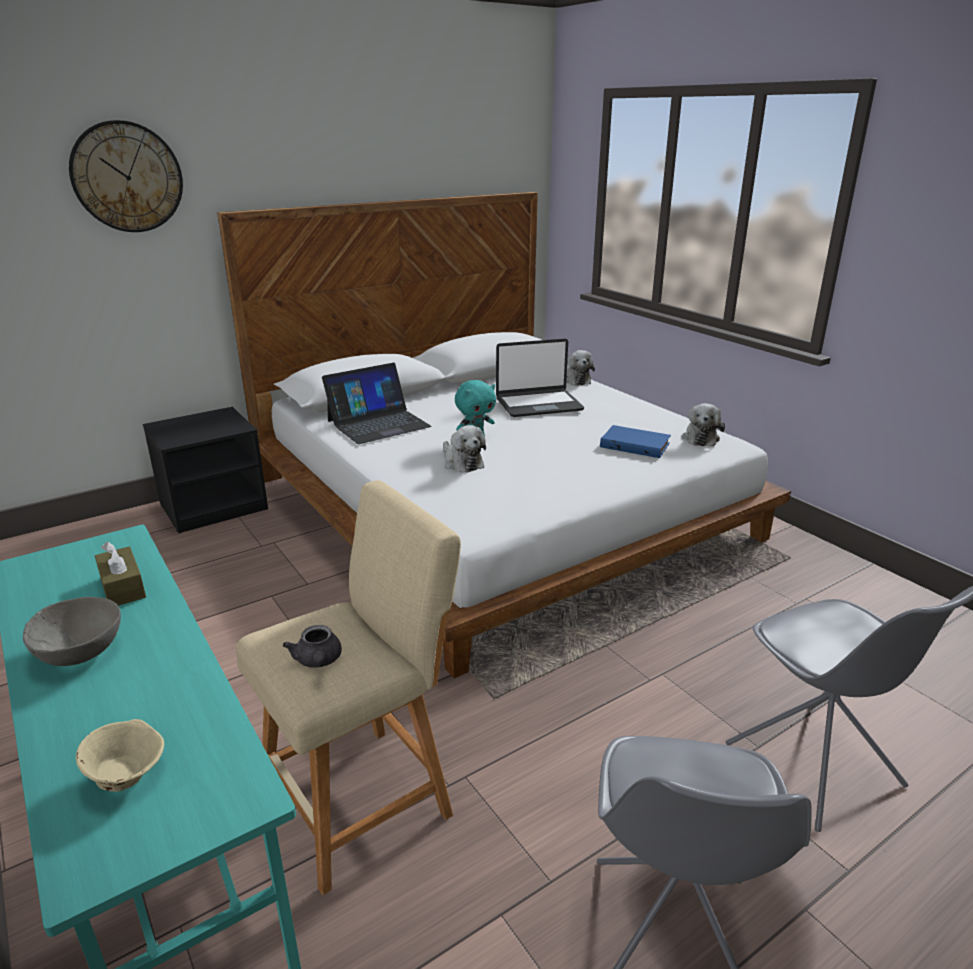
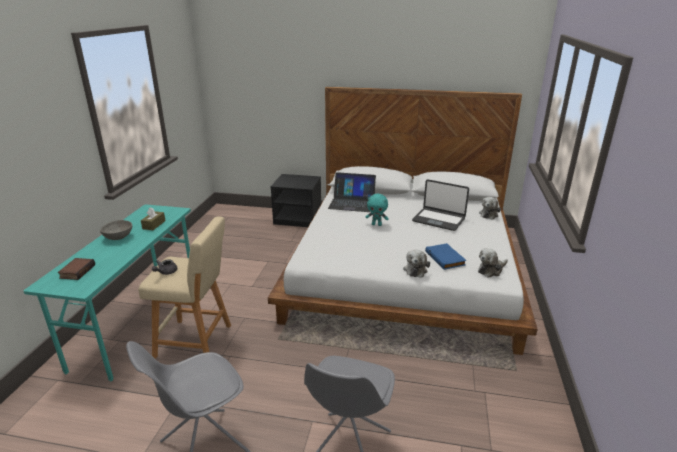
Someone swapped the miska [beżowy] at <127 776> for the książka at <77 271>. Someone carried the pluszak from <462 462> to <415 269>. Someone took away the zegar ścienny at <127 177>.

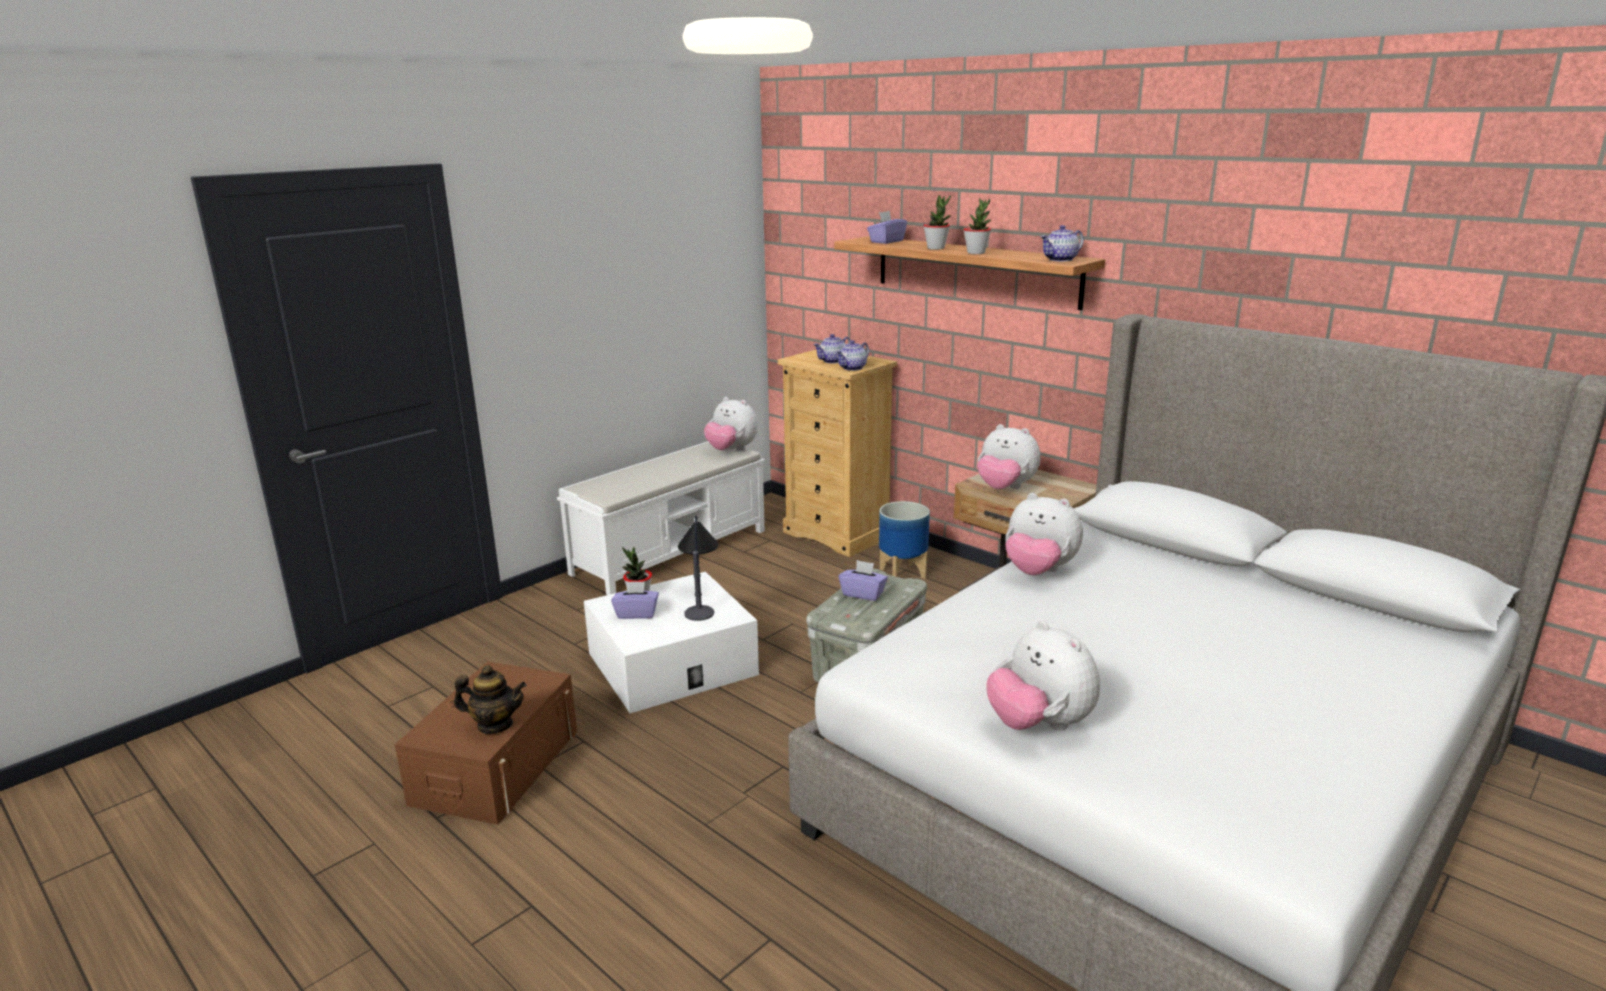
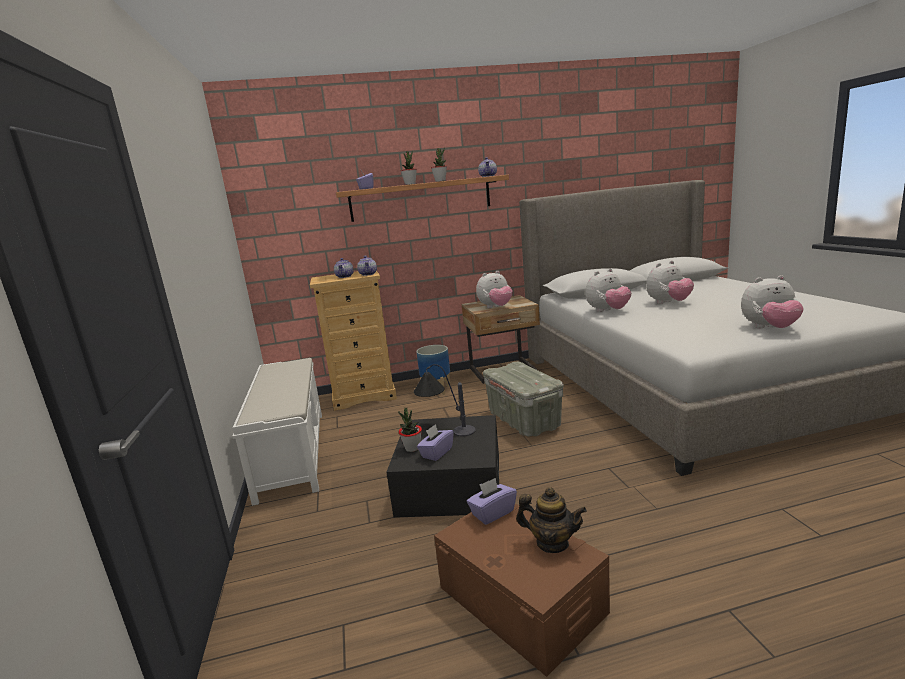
Someone repainted the pojemnik do przechowywania [biały] at <672 663>, which became the pojemnik do przechowywania [czarny] at <450 483>. Someone carried the pudełko chusteczek [fioletowy] from <863 594> to <492 513>. Someone rotated the imbryk at <495 725> by 75 degrees clockwise. Someone carried the pluszak from <731 450> to <668 303>.

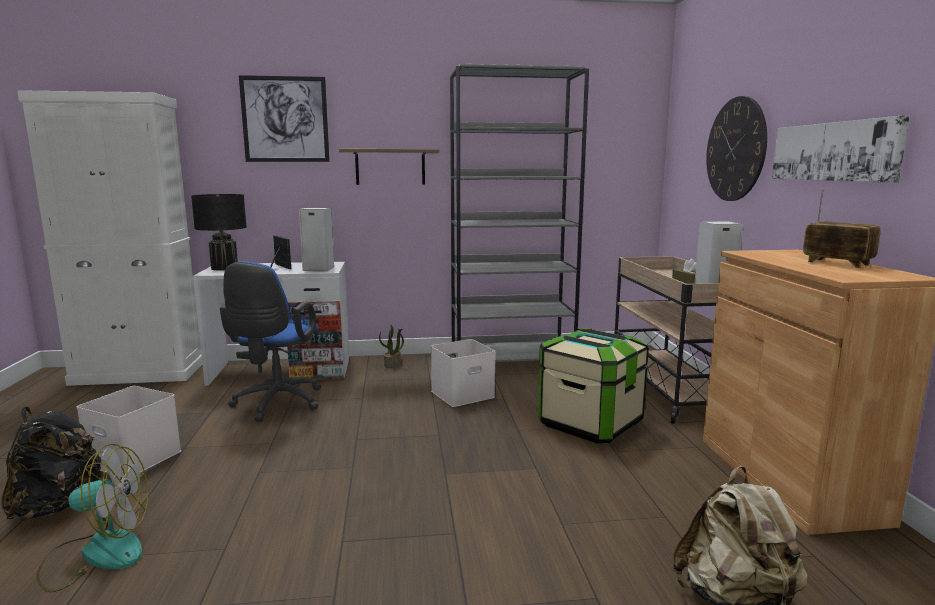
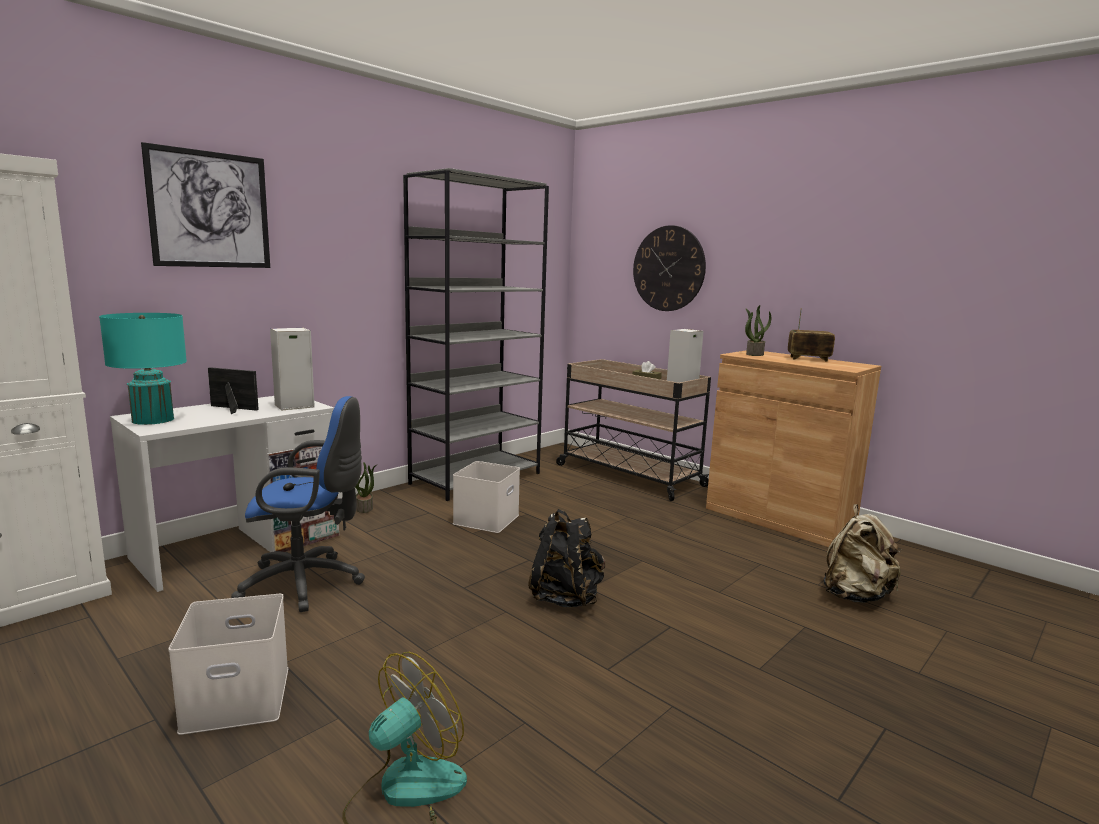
Someone repainted the lampa stołowa [czarny] at <224 268>, which became the lampa stołowa [turkusowy] at <153 420>. Someone rotated the krzesło biurowe [niebieski] at <276 404> by 60 degrees counterclockwise. Someone carried the plecak [czarny] from <57 506> to <565 597>. Someone put down the roślina doniczkowa at <754 354>. Someone took away the półka at <390 167>. Someone took away the pojemnik do przechowywania at <590 423>. Someone took away the obraz at <834 151>.

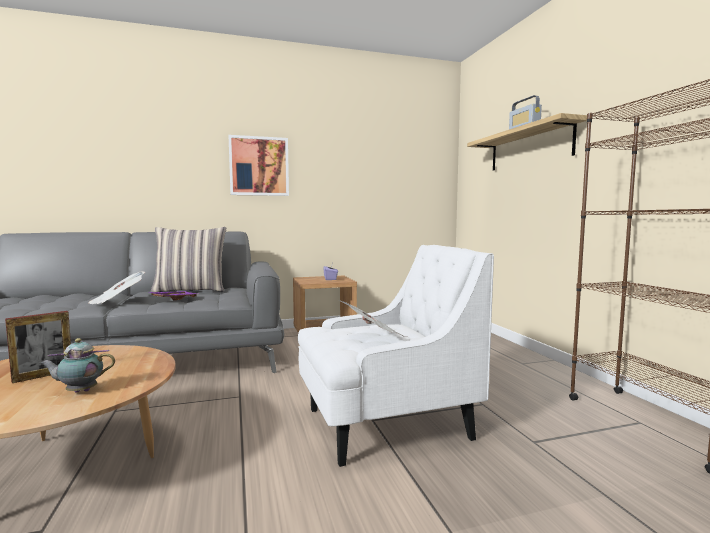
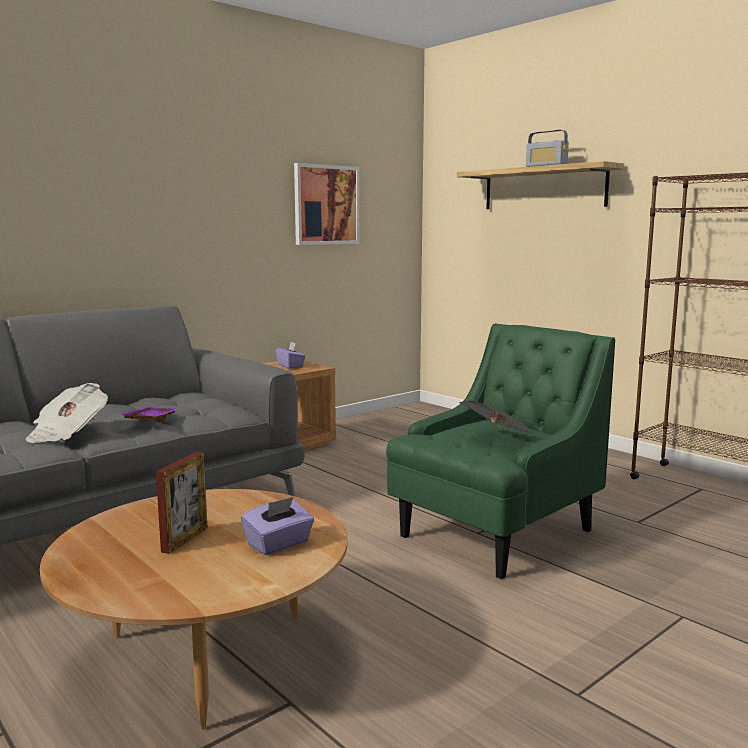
Someone swapped the imbryk at <79 391> for the pudełko chusteczek [fioletowy] at <279 544>. Someone carried the obraz from <259 166> to <326 205>. Someone repainted the fotel [biały] at <385 424>, which became the fotel [zielony] at <495 534>. Someone took away the poduszka at <191 290>.

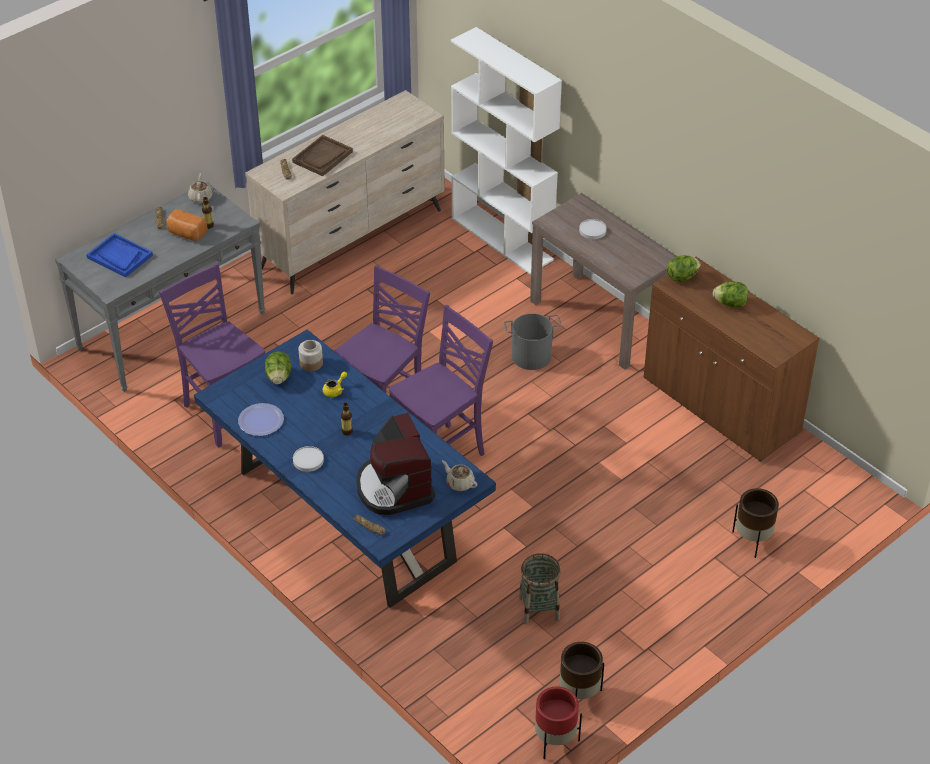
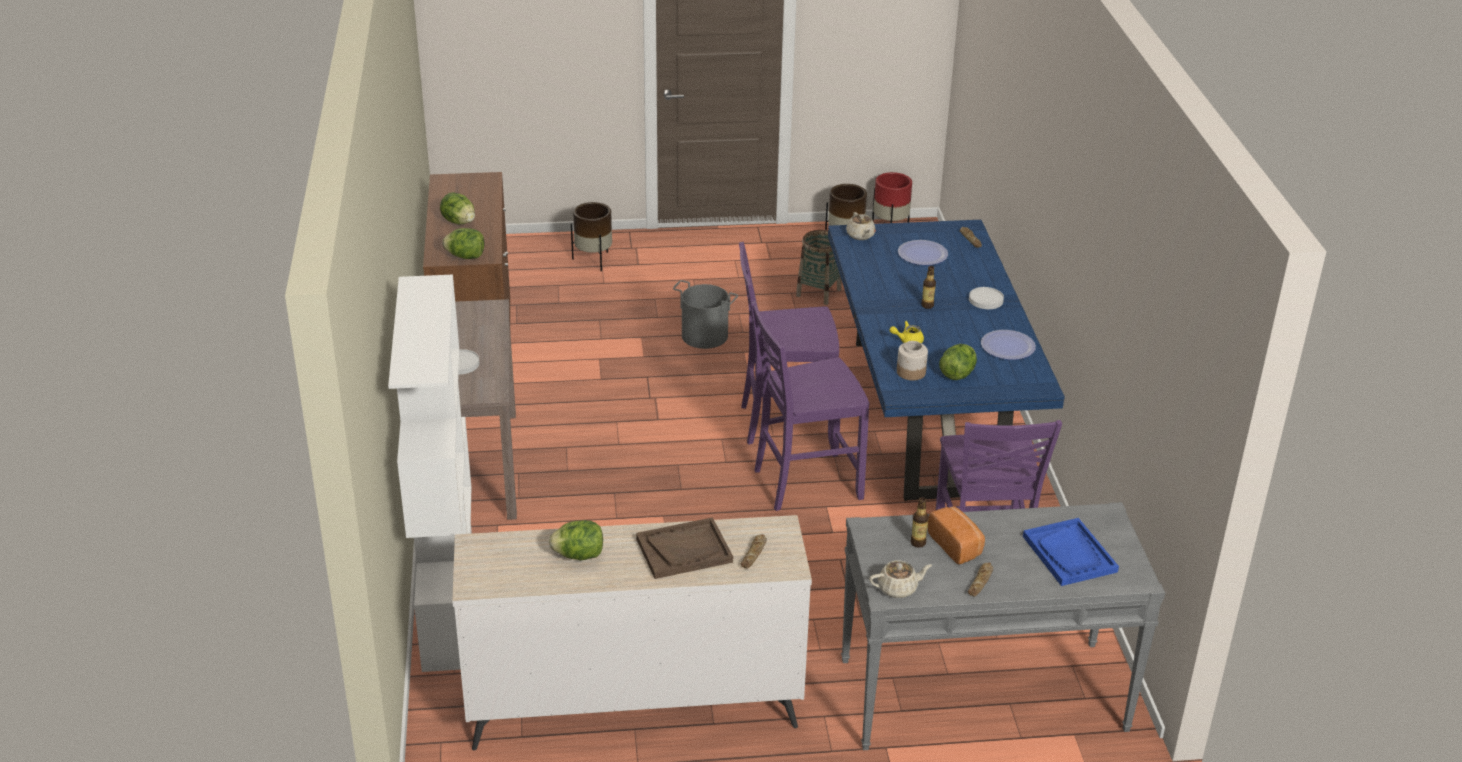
Someone put down the sałata at <579 555>. Someone carried the wiadro [szary] from <531 355> to <704 336>. Someone rotated the imbryk [beżowy] at <200 197> by 135 degrees counterclockwise. Someone swapped the ekspres do kawy at <394 487> for the talerz at <922 254>.

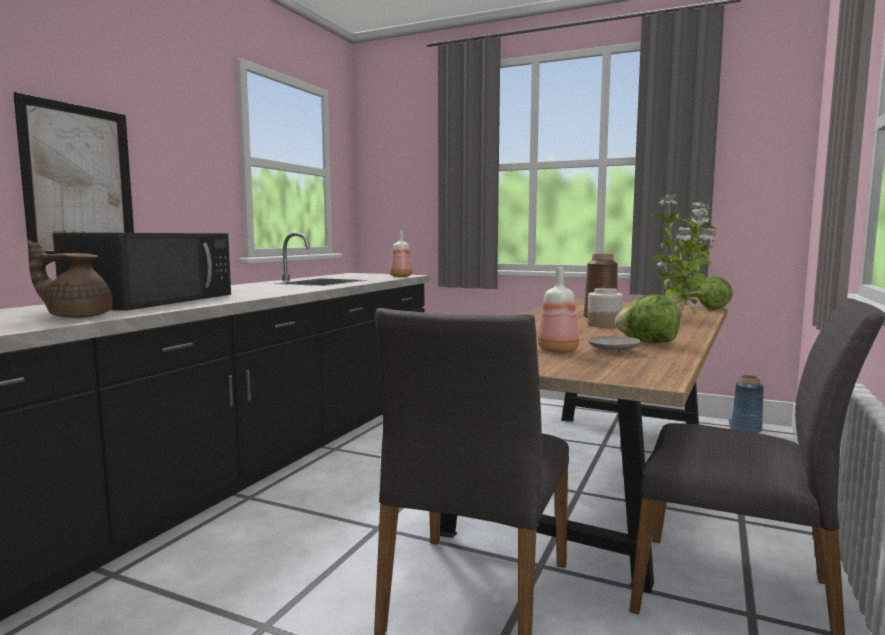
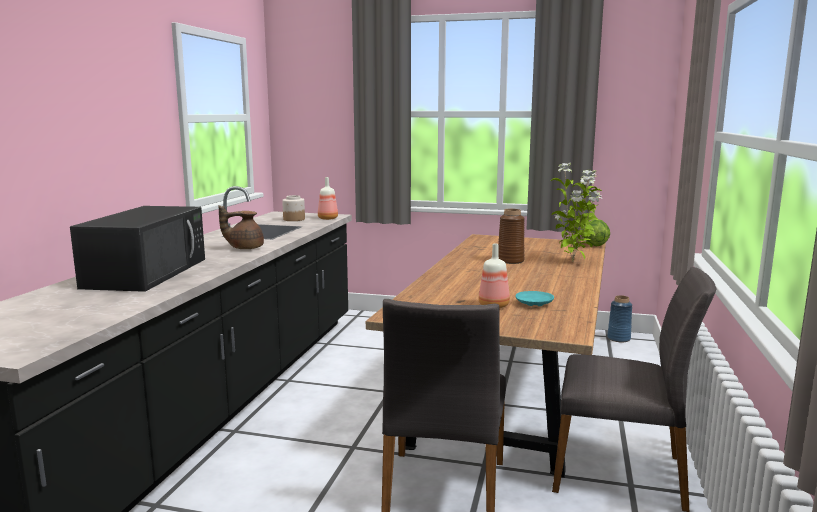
Someone carried the imbryk [brązowy] from <78 316> to <245 248>. Someone carried the słoik from <604 325> to <293 219>. Someone repainted the talerz [beżowy] at <613 350>, which became the talerz [turkusowy] at <533 304>. Someone took away the obraz at <79 182>. Someone took away the sałata at <647 342>.

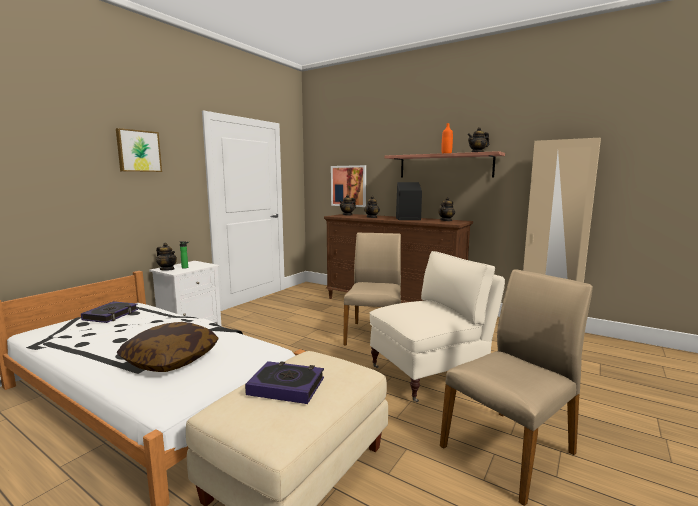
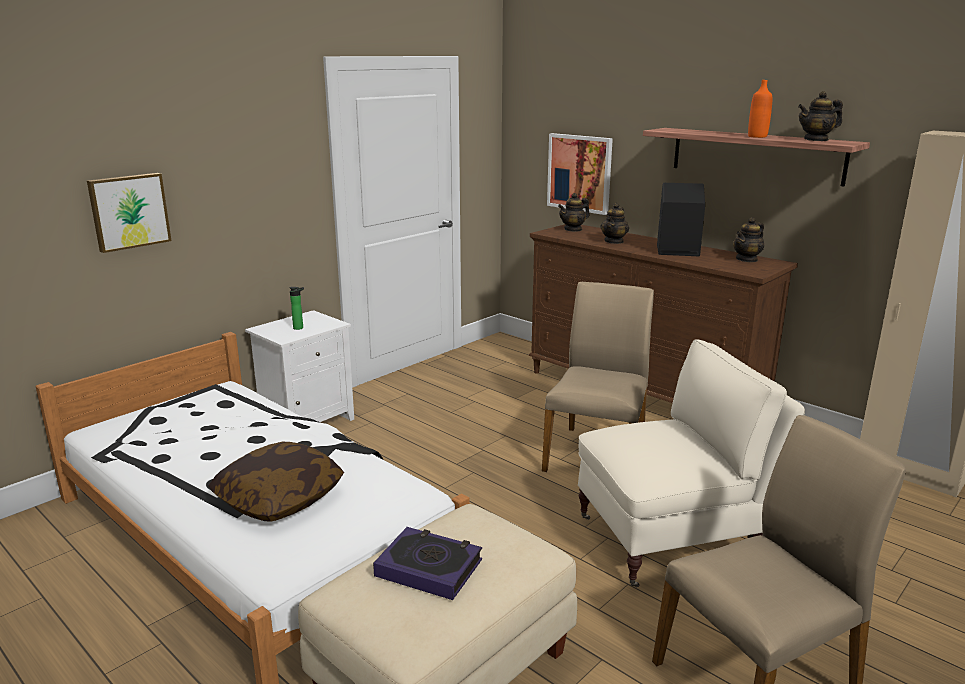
Someone carried the obraz from <138 151> to <129 211>. Someone took away the książka at <111 315>. Someone took away the imbryk at <167 269>.

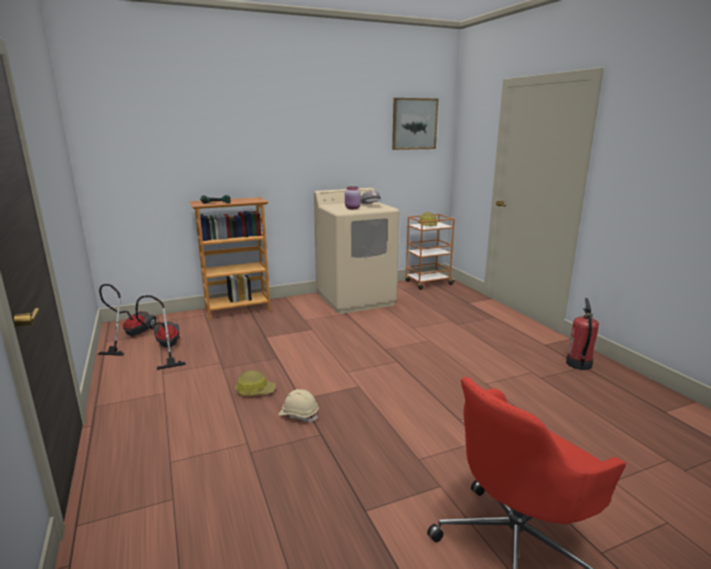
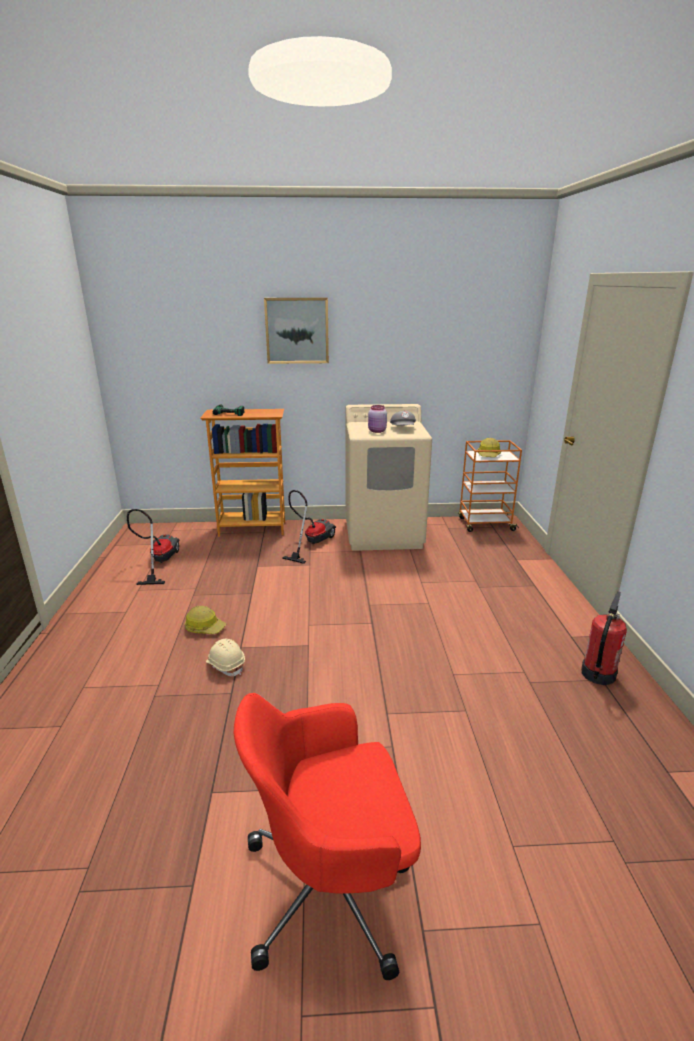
Someone carried the obraz from <414 124> to <297 331>. Someone carried the odkurzacz from <131 336> to <311 543>.

